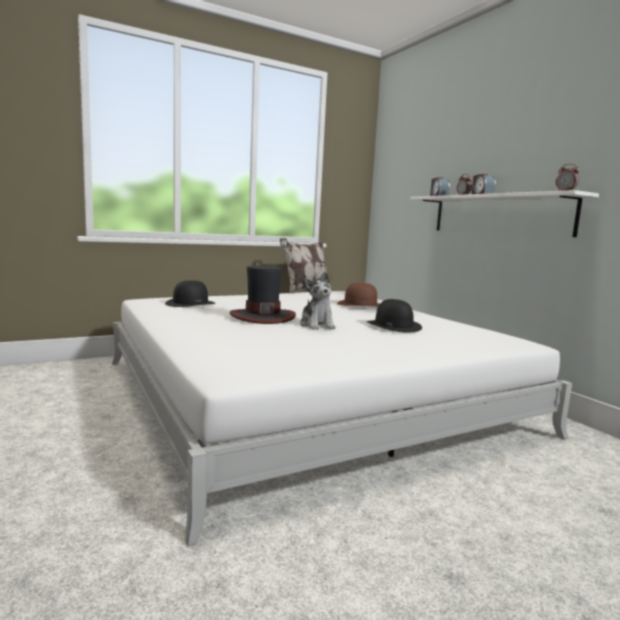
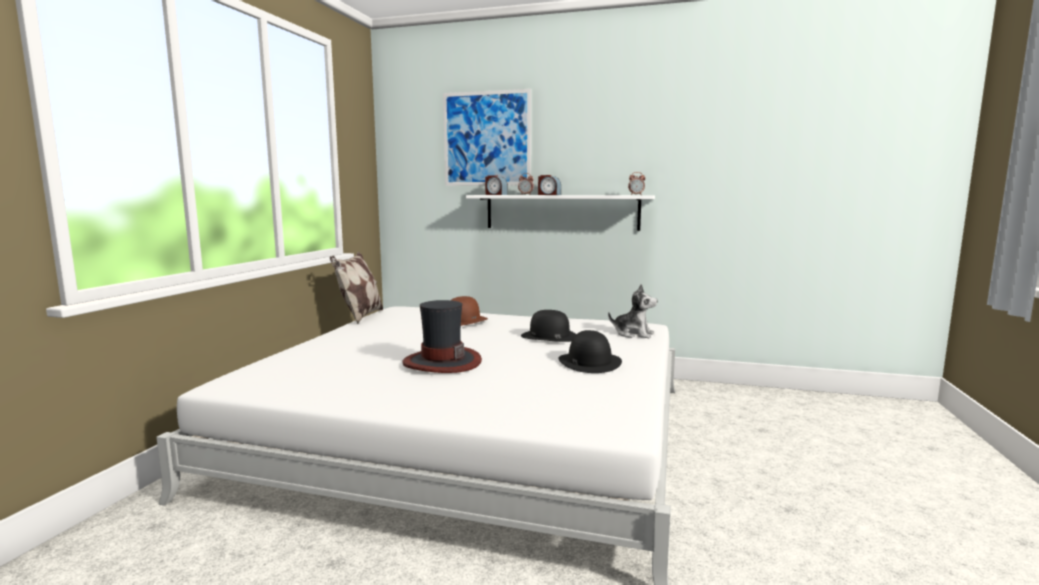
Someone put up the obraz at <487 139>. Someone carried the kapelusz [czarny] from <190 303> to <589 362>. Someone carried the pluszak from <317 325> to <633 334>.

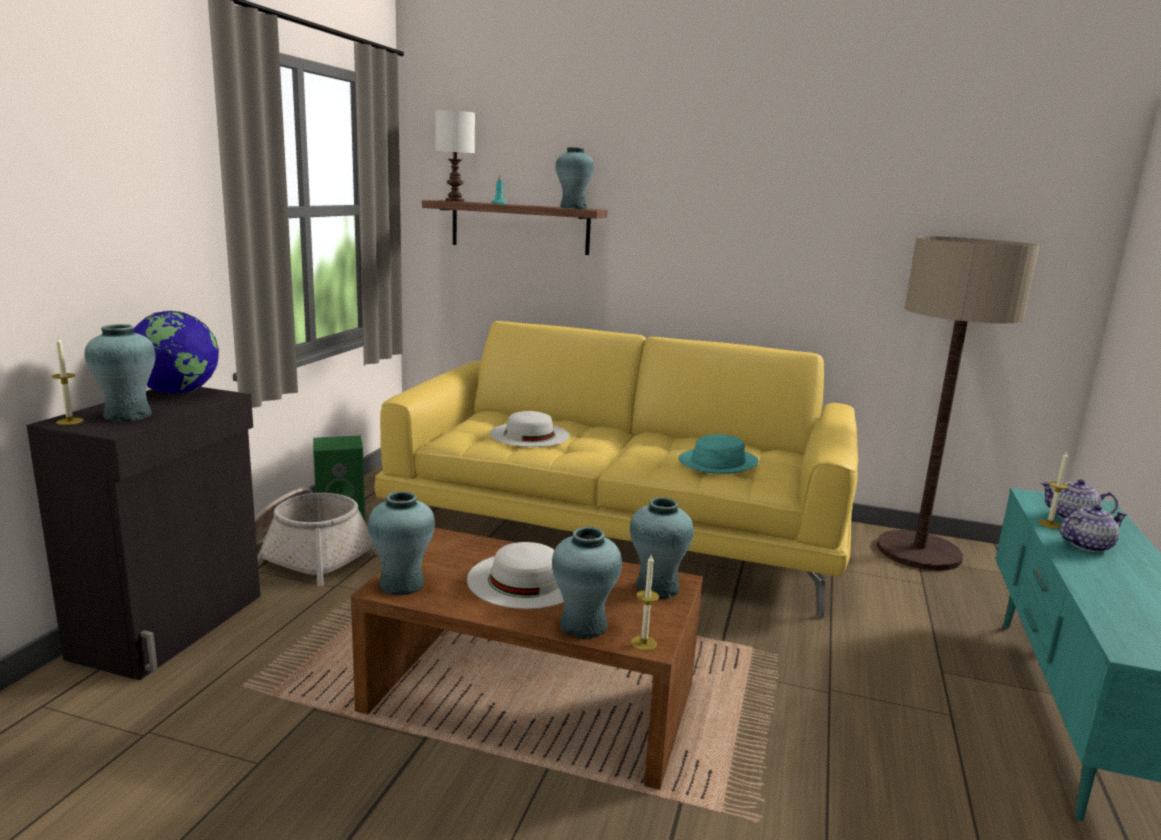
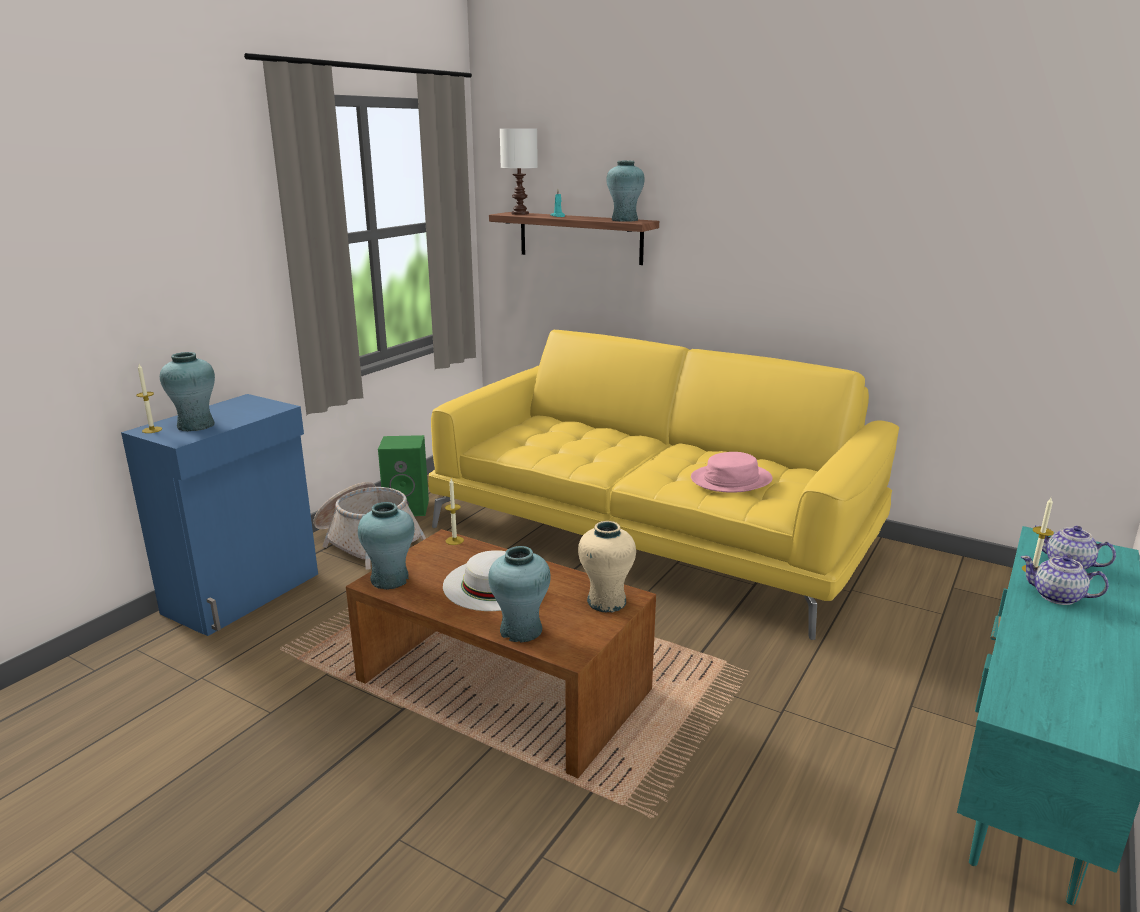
Someone repainted the szafka [czarny] at <173 625>, which became the szafka [niebieski] at <245 593>. Someone carried the świeca from <644 643> to <454 540>. Someone repainted the wazon [turkusowy] at <657 588>, which became the wazon [beżowy] at <606 602>. Someone repainted the kapelusz [turkusowy] at <718 462>, which became the kapelusz [różowy] at <731 479>. Someone rotated the imbryk at <1087 545> by 150 degrees counterclockwise. Someone took away the globus at <177 392>. Someone took away the kapelusz [biały] at <529 434>. Someone took away the lampa stojąca at <918 552>.

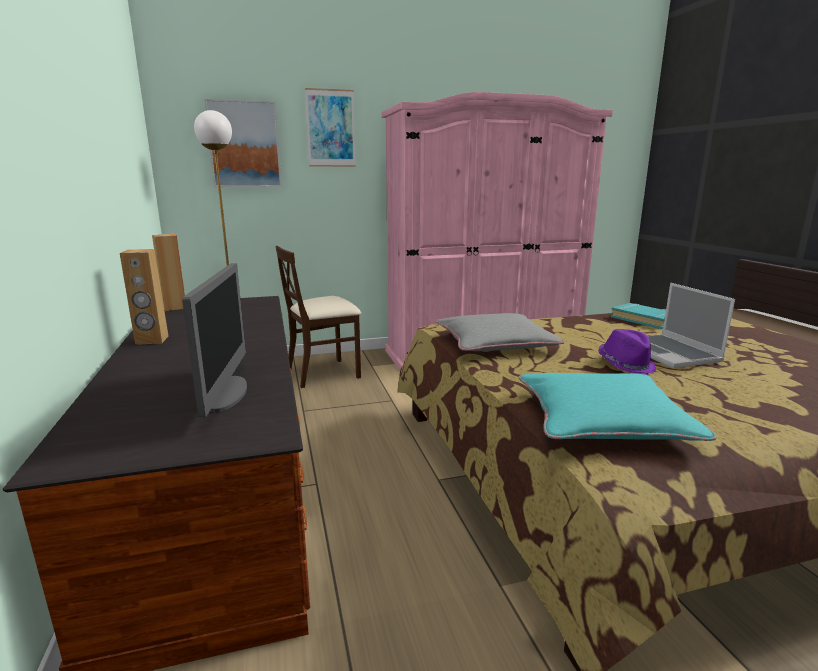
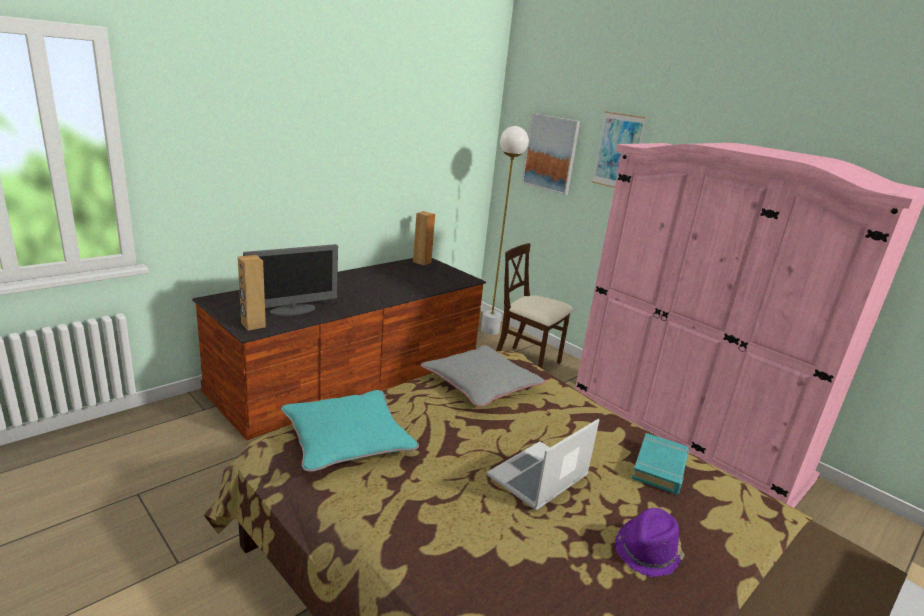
Someone carried the głośnik [brązowy] from <152 340> to <253 325>. Someone carried the kapelusz [fioletowy] from <626 364> to <648 551>.

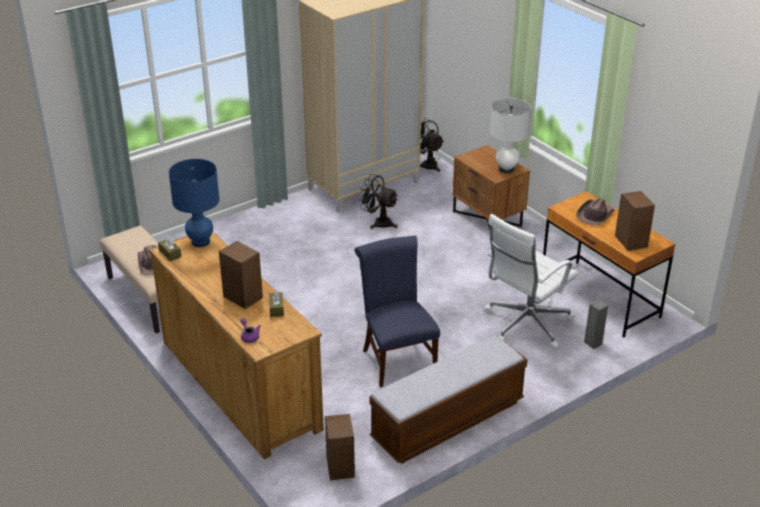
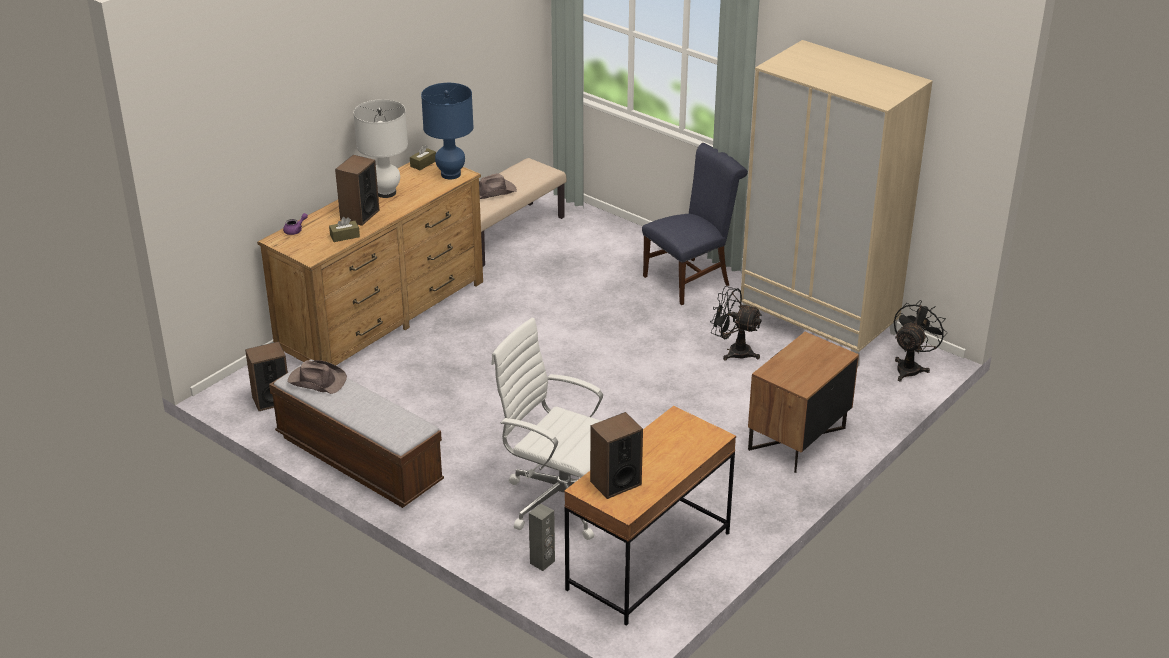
Someone carried the kapelusz [brązowy] from <595 215> to <317 380>. Someone carried the lampa stołowa [biały] from <506 169> to <386 193>. Someone carried the krzesło [niebieski] from <396 359> to <691 279>. Someone rotated the wentylator [czarny] at <378 223> by 75 degrees counterclockwise.

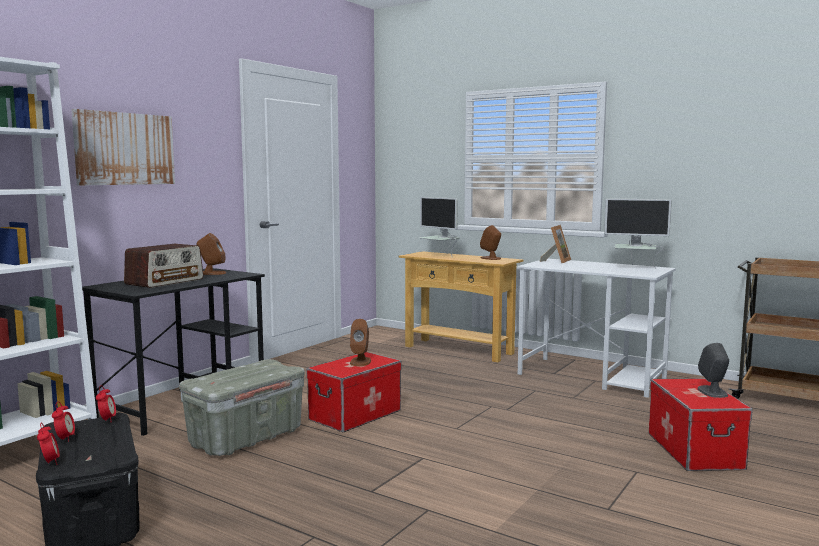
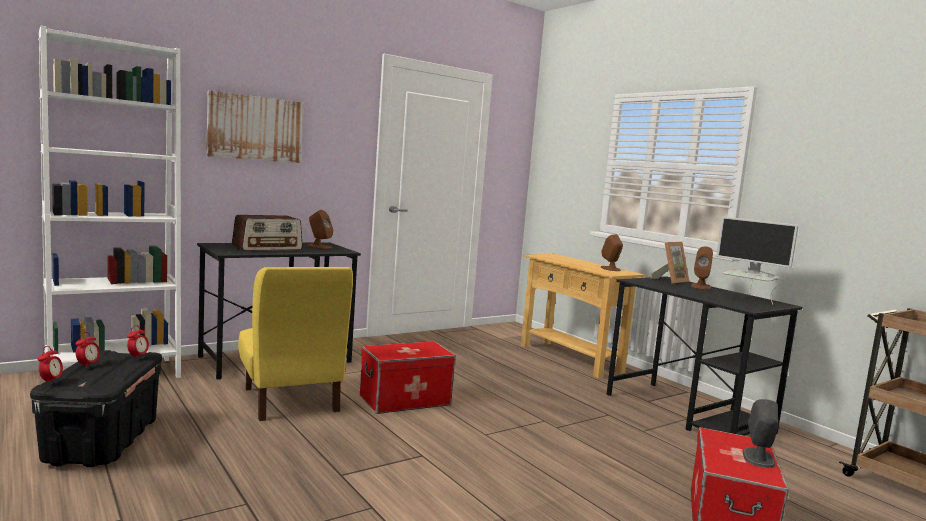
Someone swapped the pojemnik do przechowywania [szary] at <245 438> for the krzesło [żółty] at <290 400>. Someone repainted the biurko [biały] at <592 376>, which became the biurko [czarny] at <688 413>. Someone carried the głośnik [brązowy] from <360 362> to <700 286>. Someone took away the monitor at <440 256>.

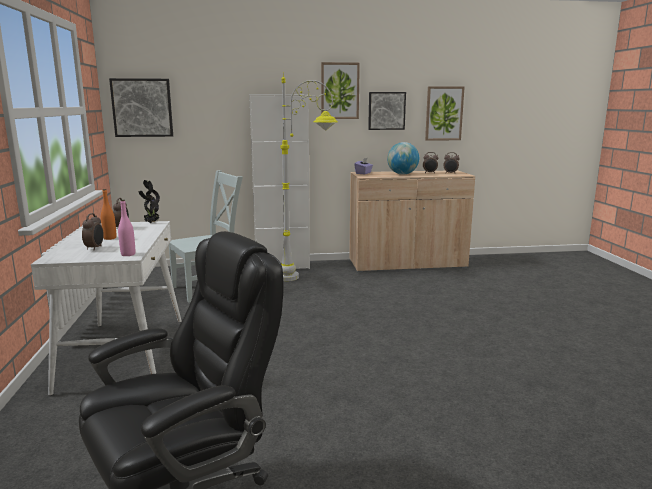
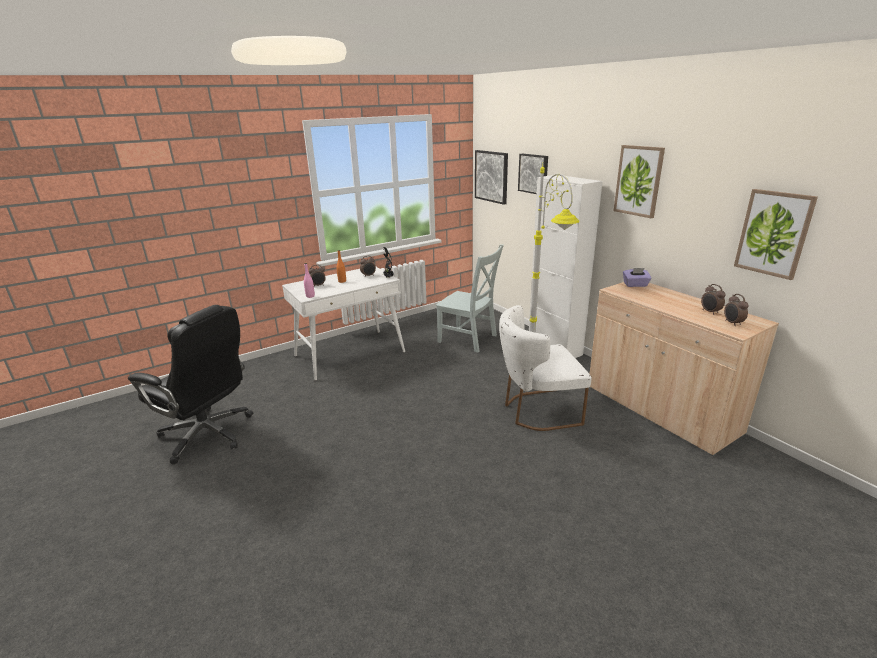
Someone put down the krzesło [biały] at <536 411>. Someone carried the obraz from <386 111> to <534 173>. Someone took away the globus at <402 174>.

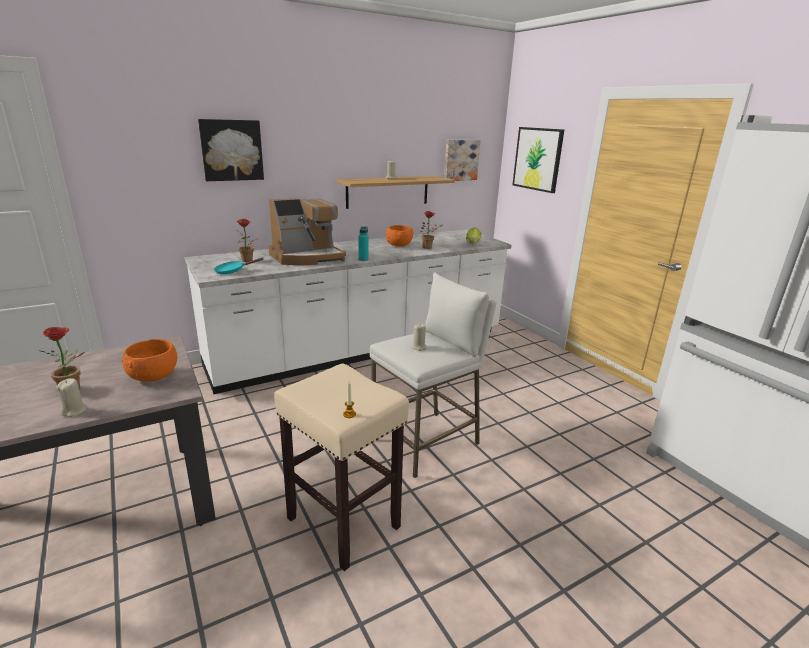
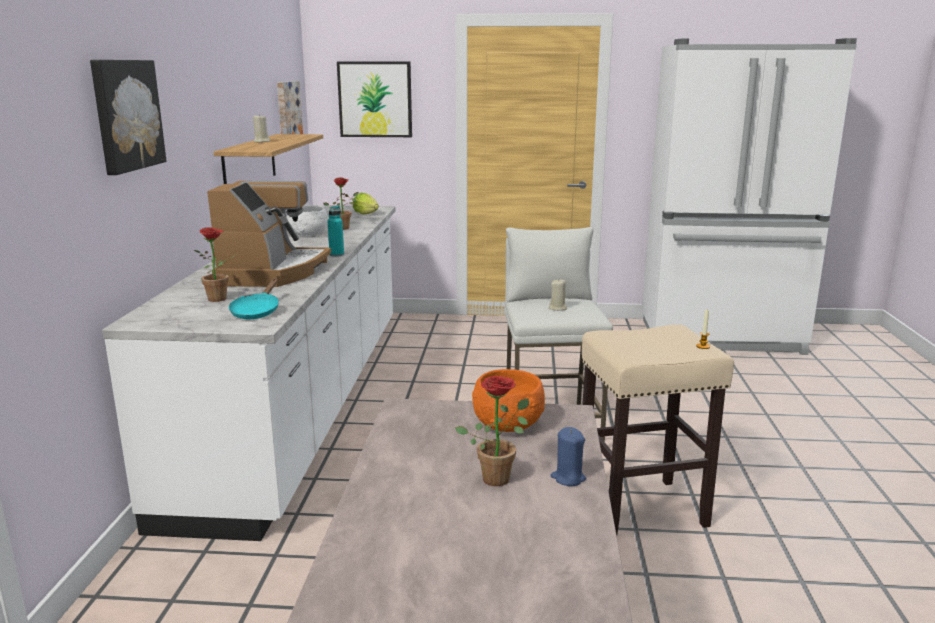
Someone repainted the miska [pomarańczowy] at <399 245>, which became the miska [biały] at <309 234>. Someone repainted the świeca [beżowy] at <74 411>, which became the świeca [niebieski] at <568 478>.

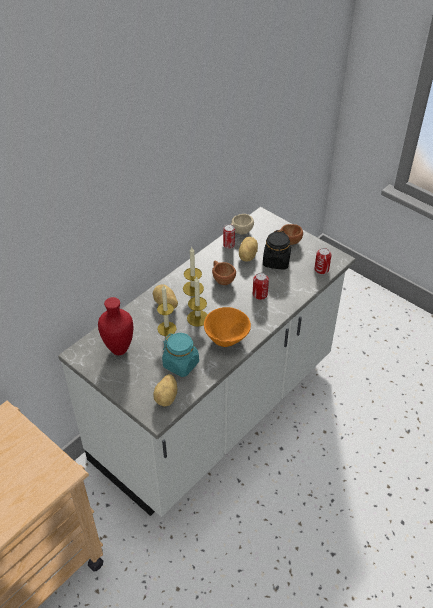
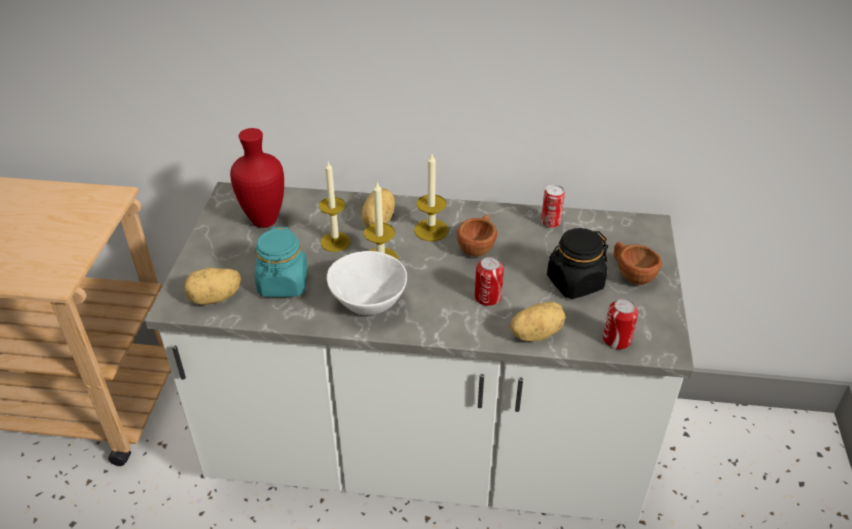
Someone repainted the miska [pomarańczowy] at <227 339>, which became the miska [biały] at <368 305>. Someone carried the ziemniak from <247 256> to <535 333>. Someone took away the filiżanka [beżowy] at <239 232>.

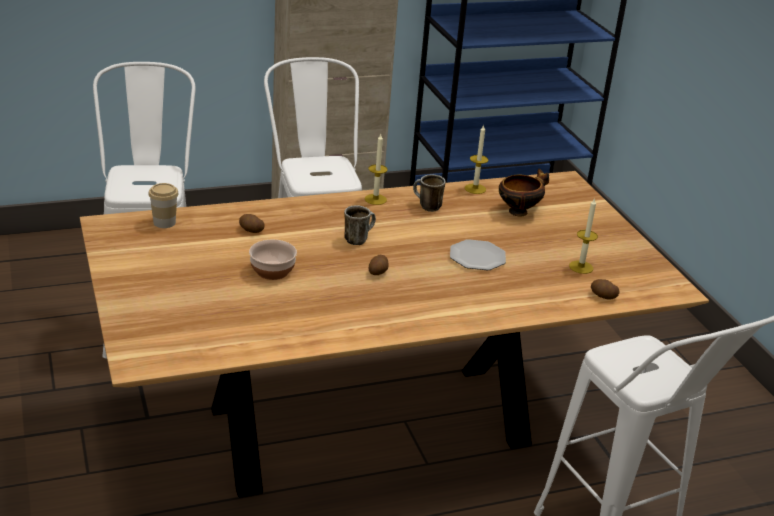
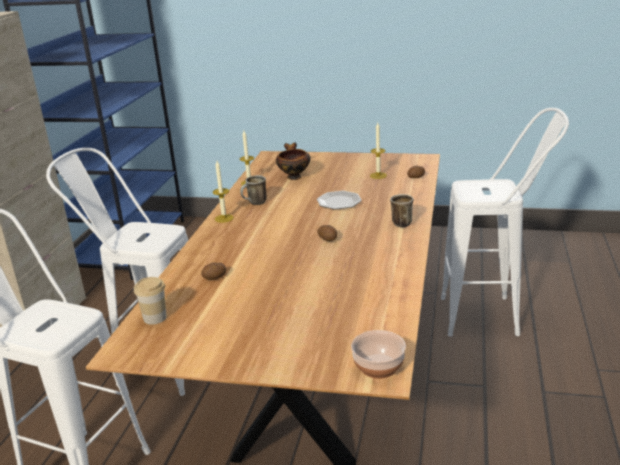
Someone carried the miska from <272 271> to <379 367>. Someone carried the kubek from <358 239> to <400 222>.

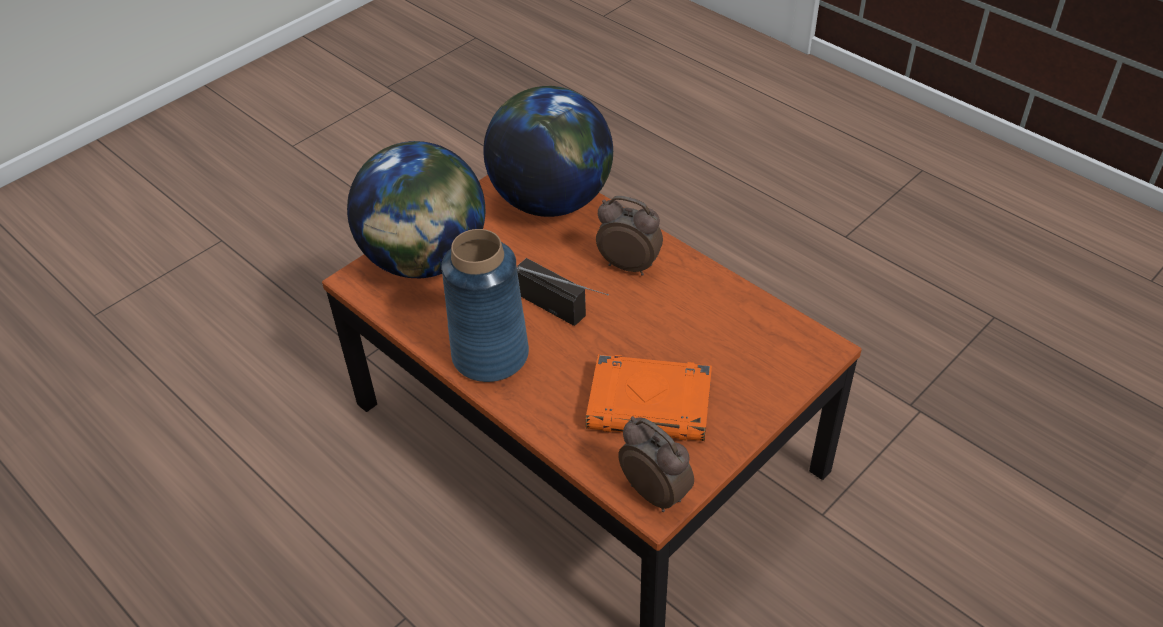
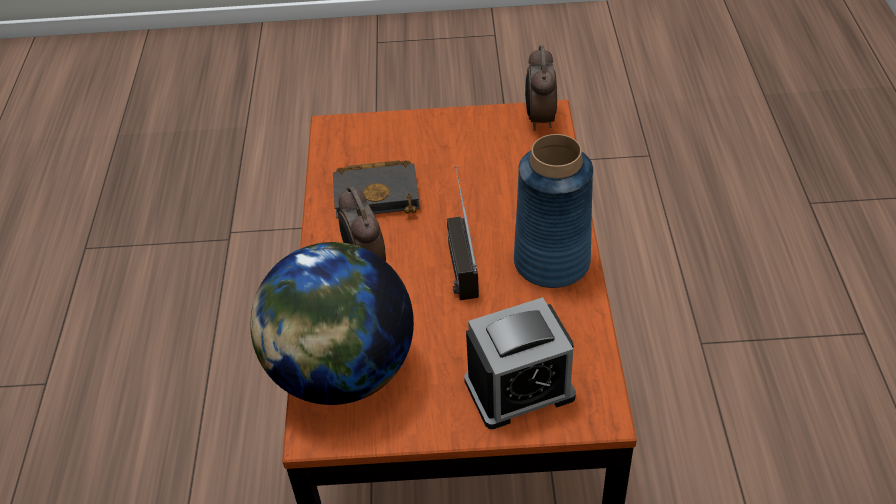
Someone put down the książka [czarny] at <378 194>. Someone swapped the globus at <425 260> for the budzik at <519 389>. Someone took away the książka [pomarańczowy] at <651 404>.

